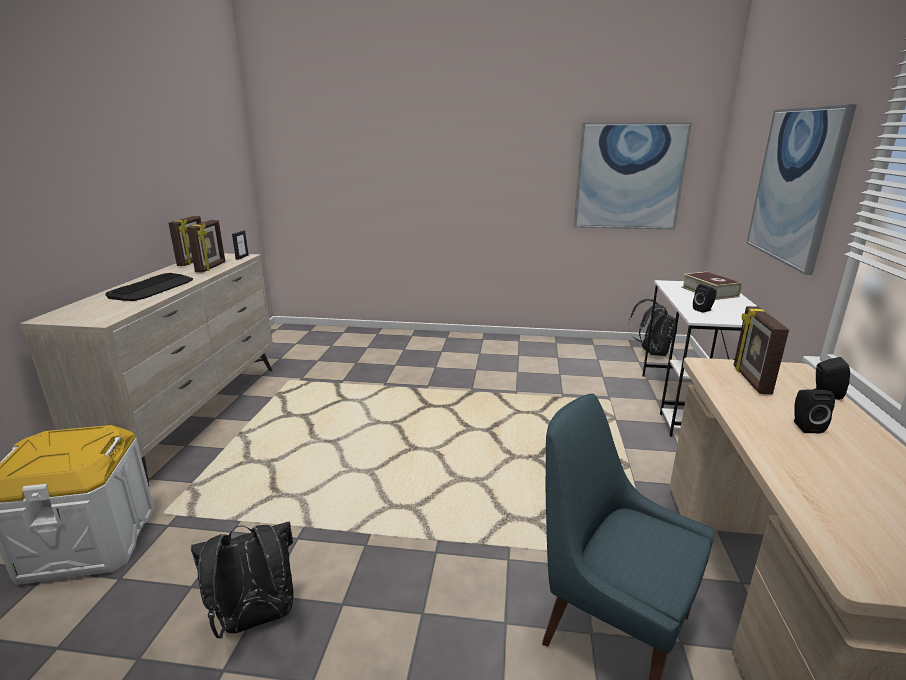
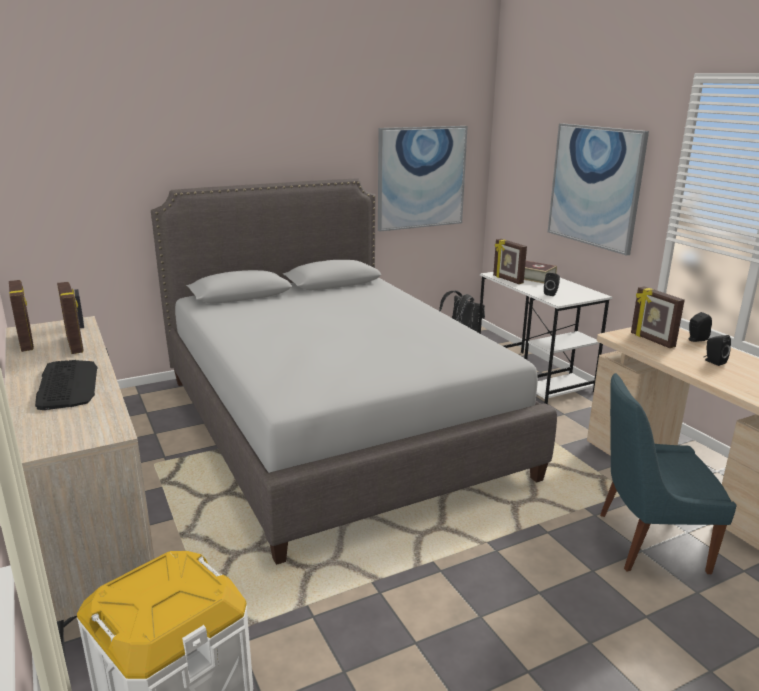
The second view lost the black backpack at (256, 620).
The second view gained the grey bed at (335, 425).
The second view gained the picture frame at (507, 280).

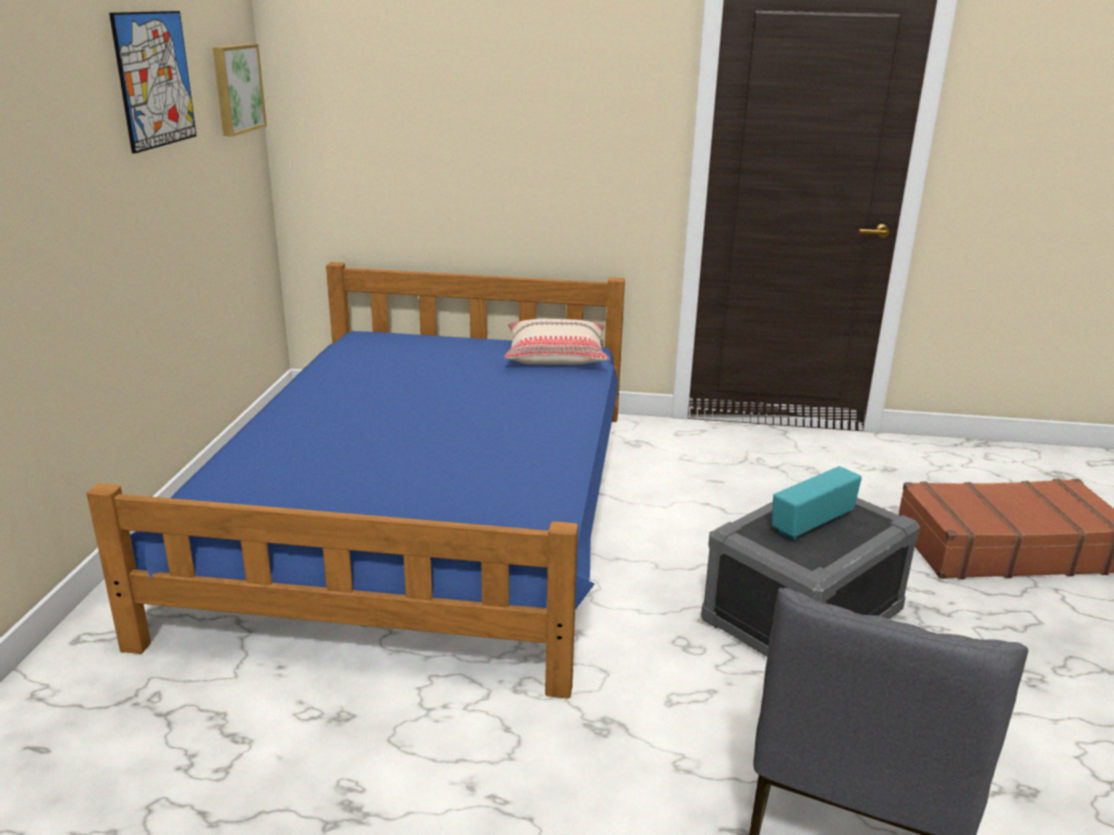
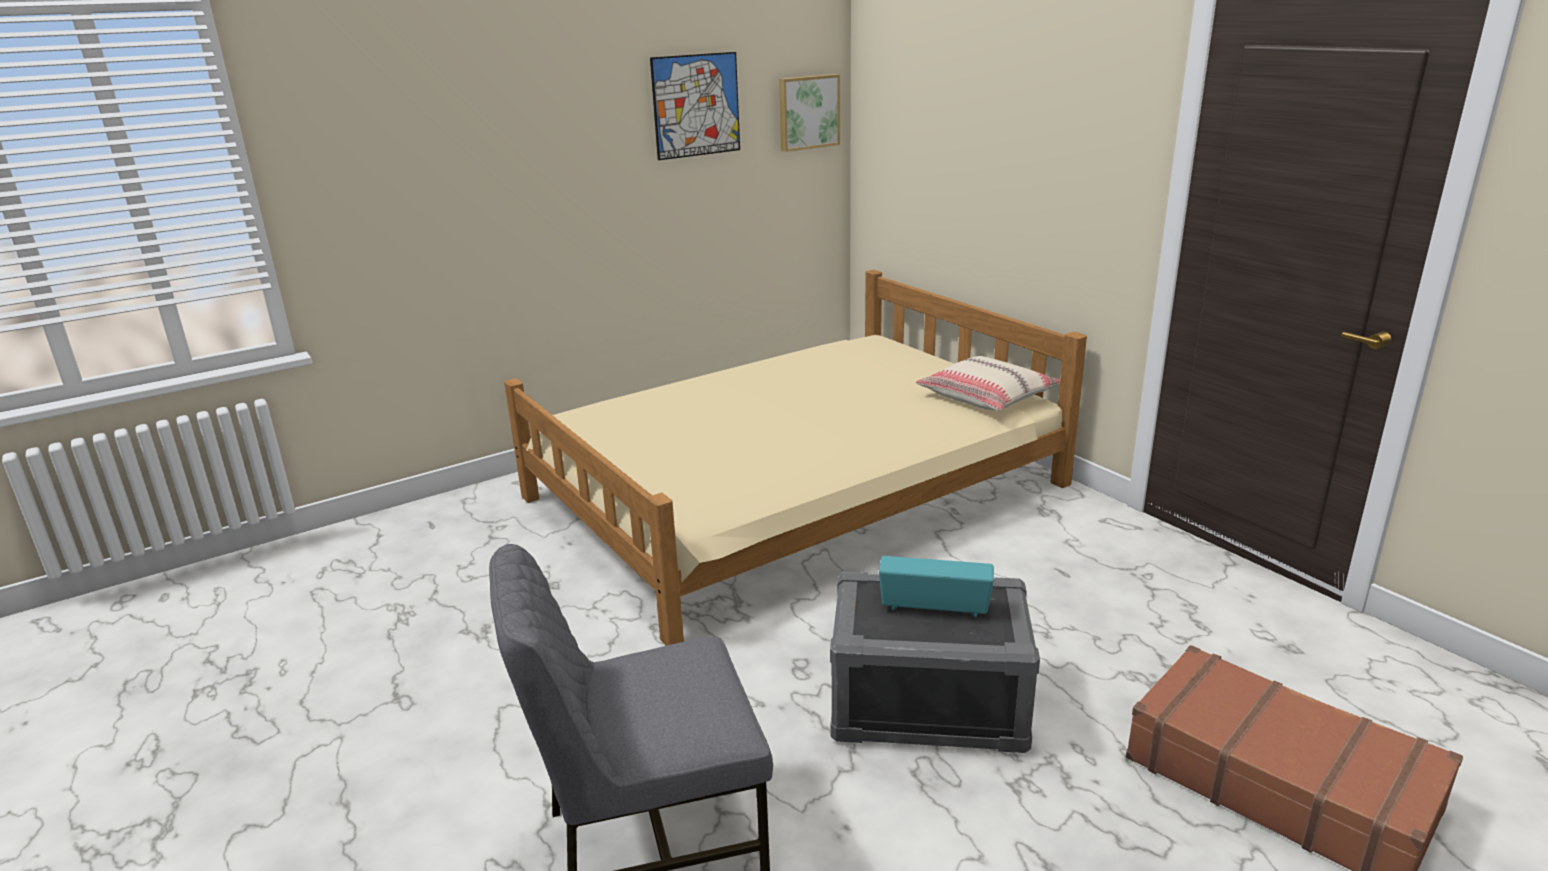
What was the blue bed at (425, 509) turned into the beige bed at (794, 492).

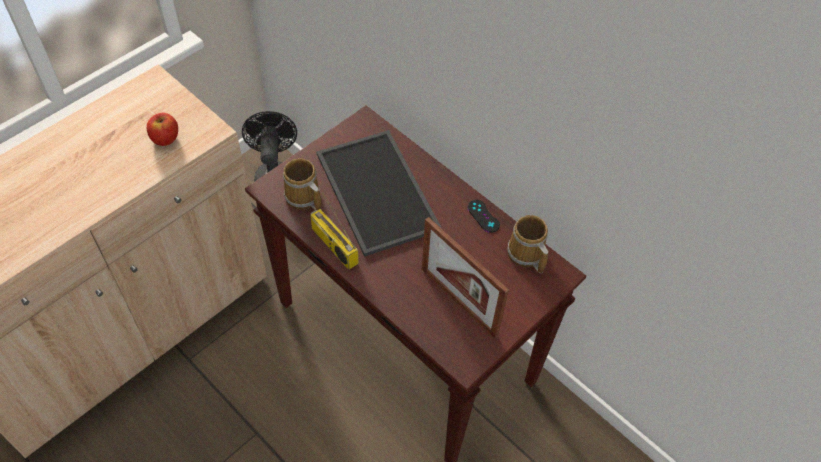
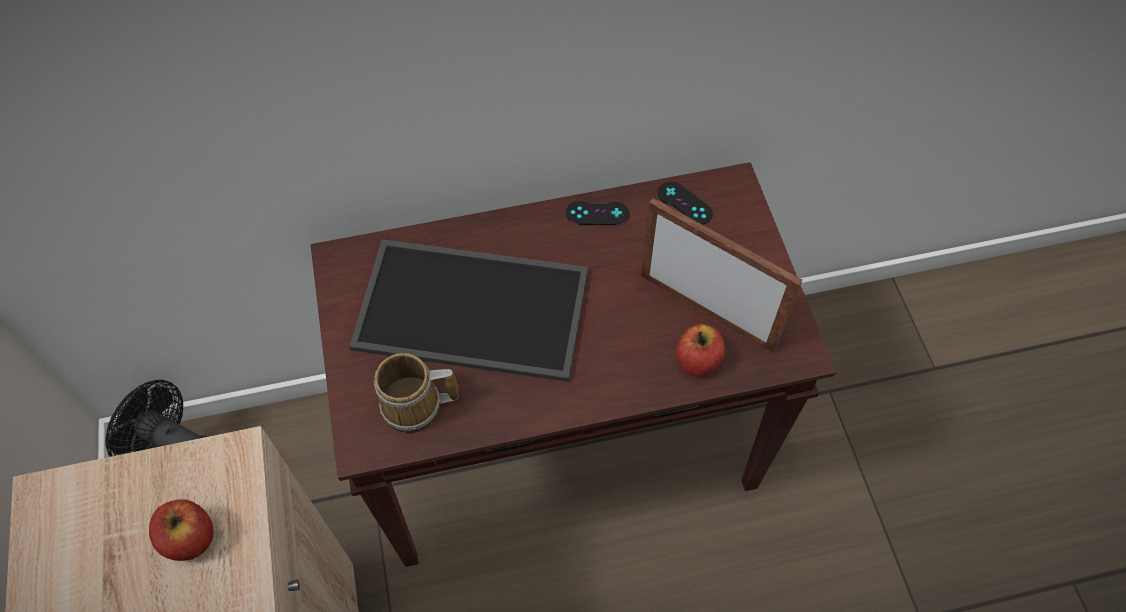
The second view lost the radio at (333, 245).
The second view gained the apple at (698, 360).
Where the mug stood at (525, 255), the black game controller came to stand at (684, 203).
The picture frame at (458, 301) ended up facing another way, 135 degrees counterclockwise from before.

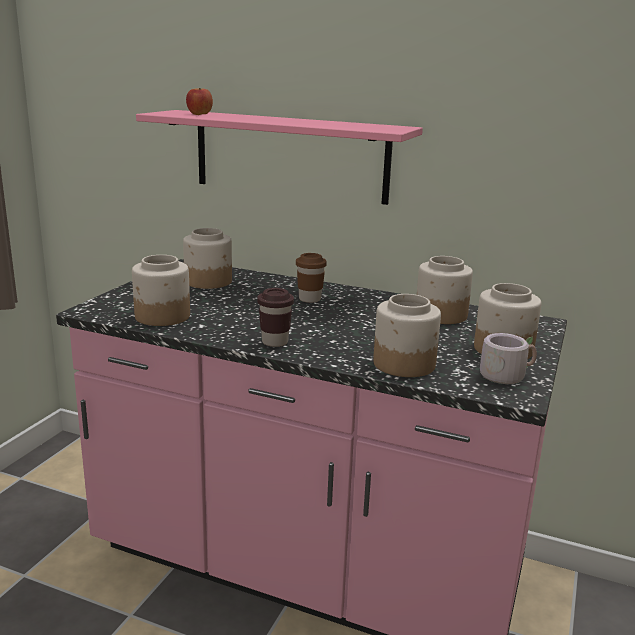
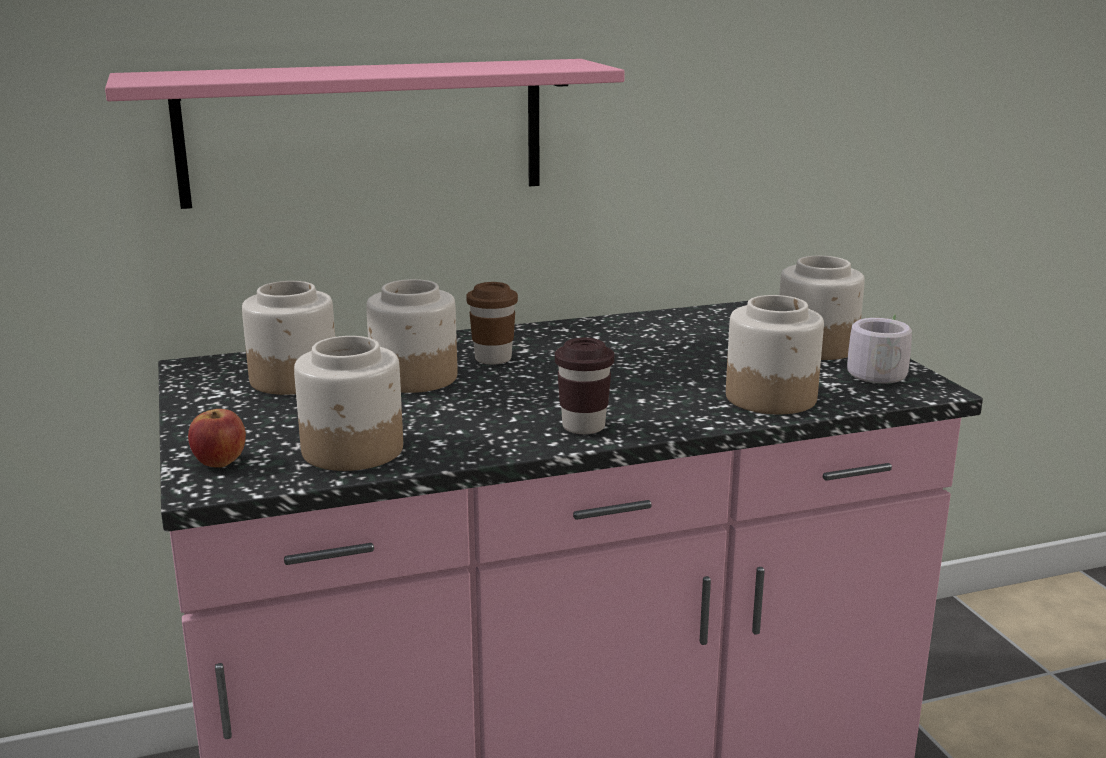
The apple ended up elsewhere, having gone from (199, 114) to (220, 462).
The jar ended up elsewhere, having gone from (440, 315) to (413, 378).

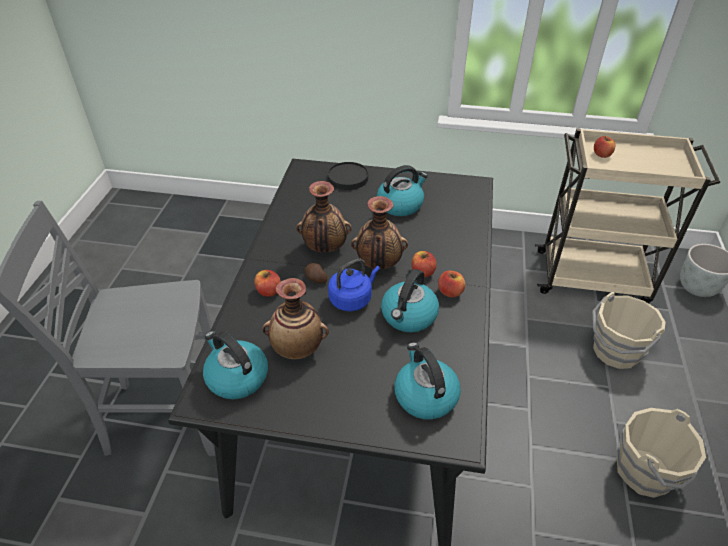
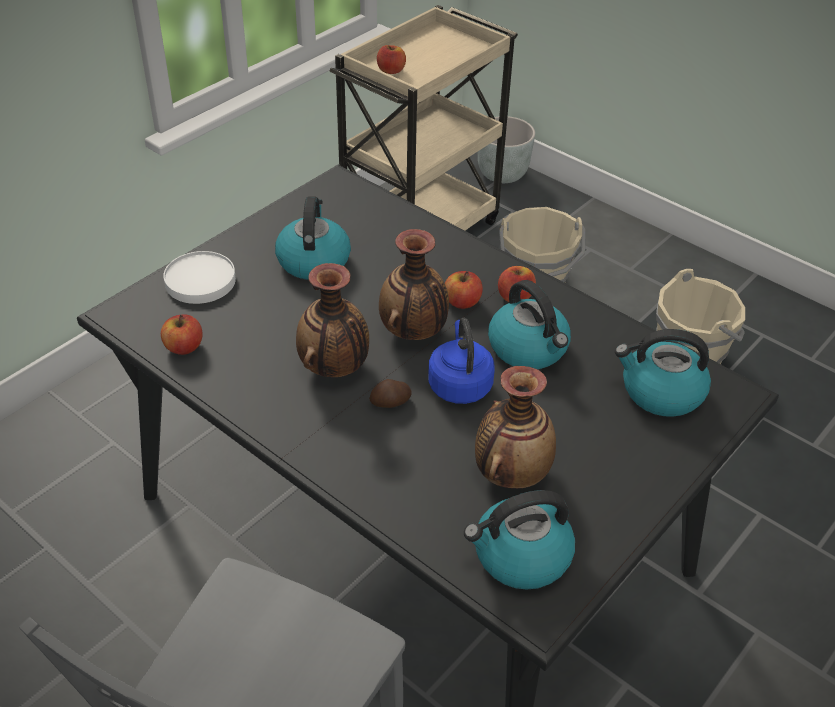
The apple ended up elsewhere, having gone from (268, 291) to (184, 347).
What was the black plate at (347, 178) turned into the white plate at (200, 281).

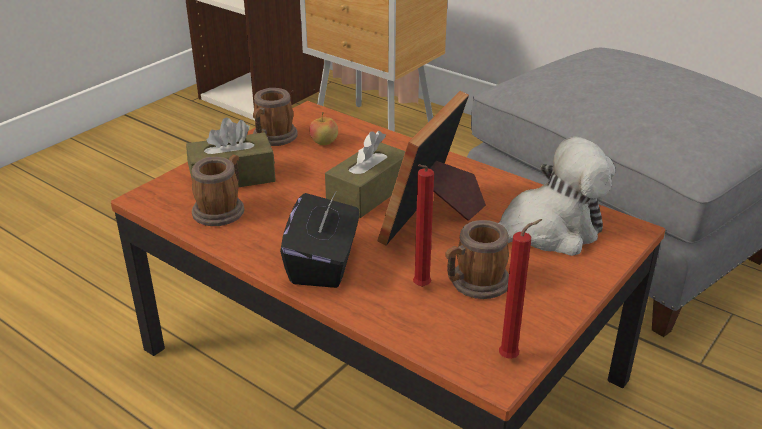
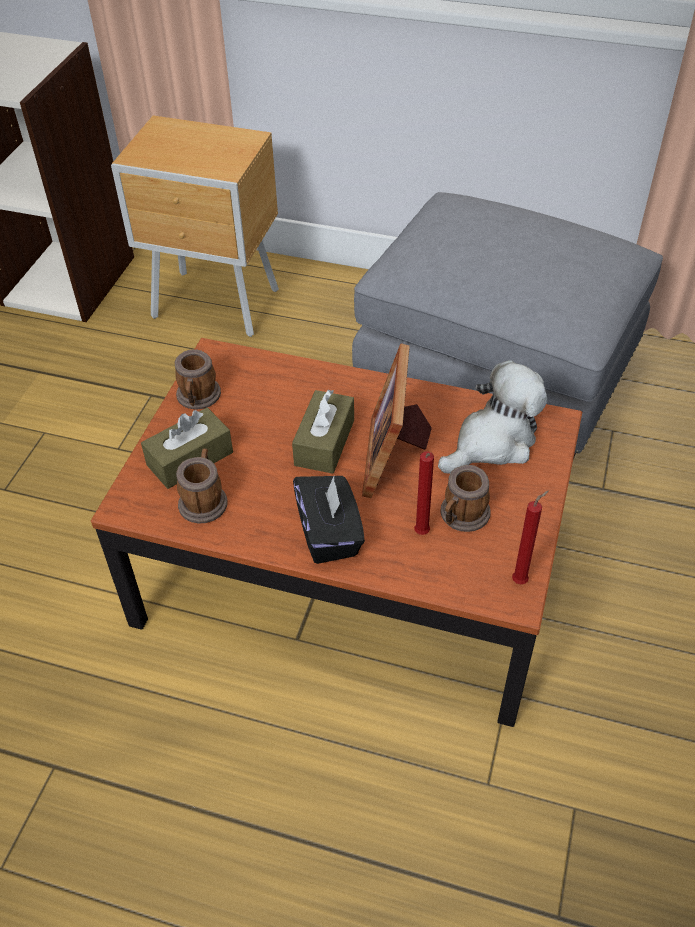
The second view lost the apple at (324, 142).

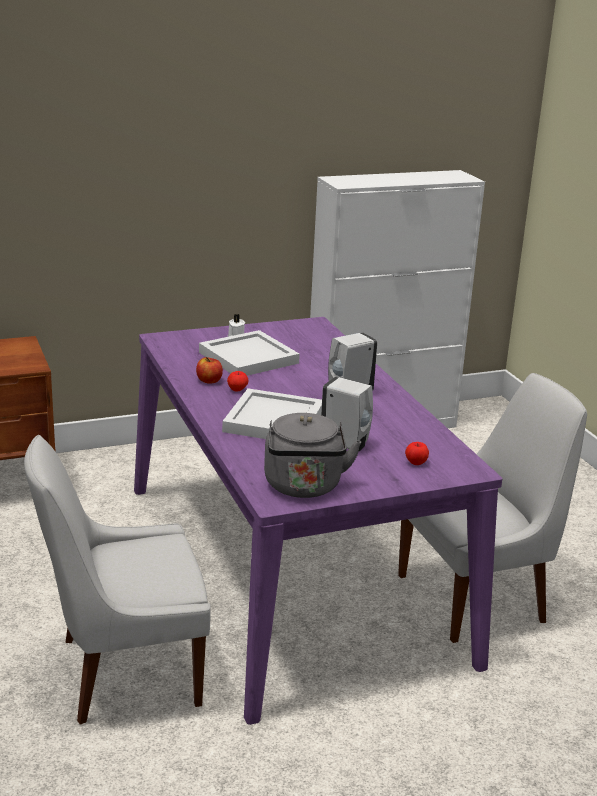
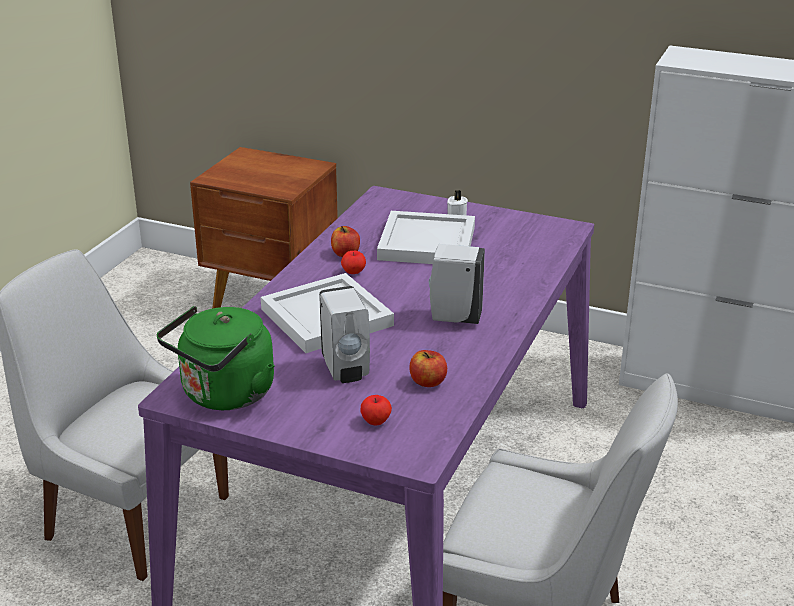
The second view gained the apple at (428, 382).
What was the grey kettle at (304, 487) turned into the green kettle at (224, 395).

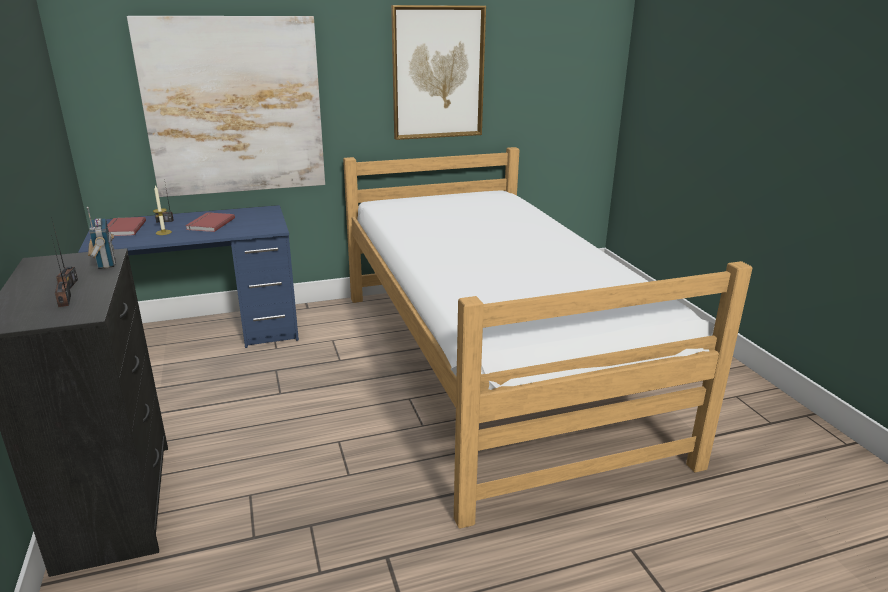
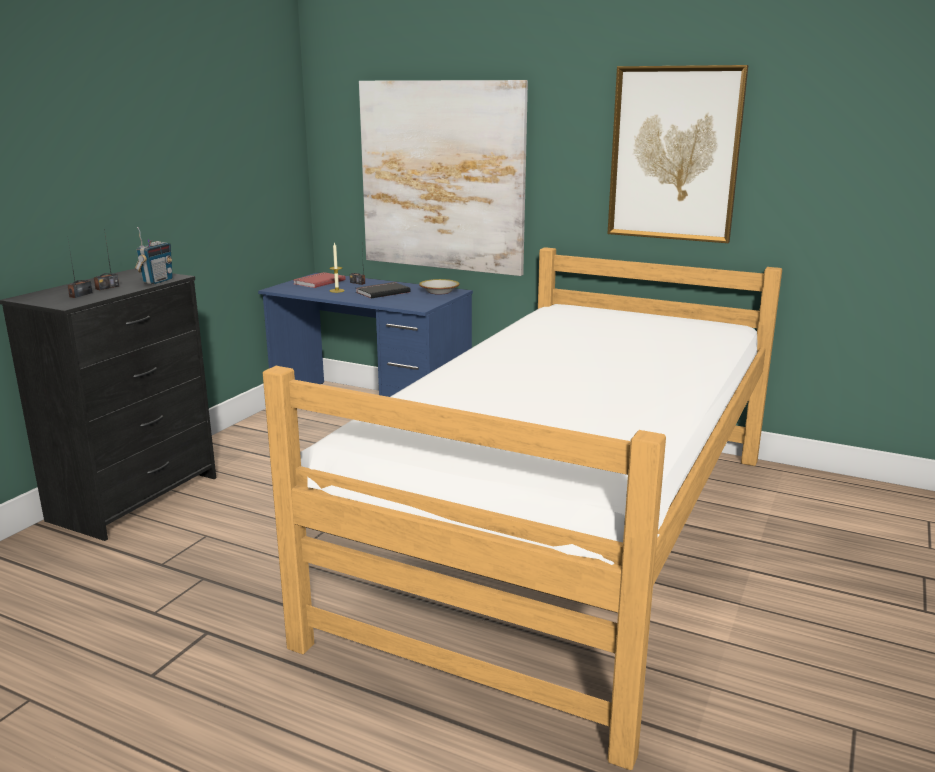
The second view gained the bowl at (439, 292).
What was the red book at (209, 224) turned into the black book at (382, 292).

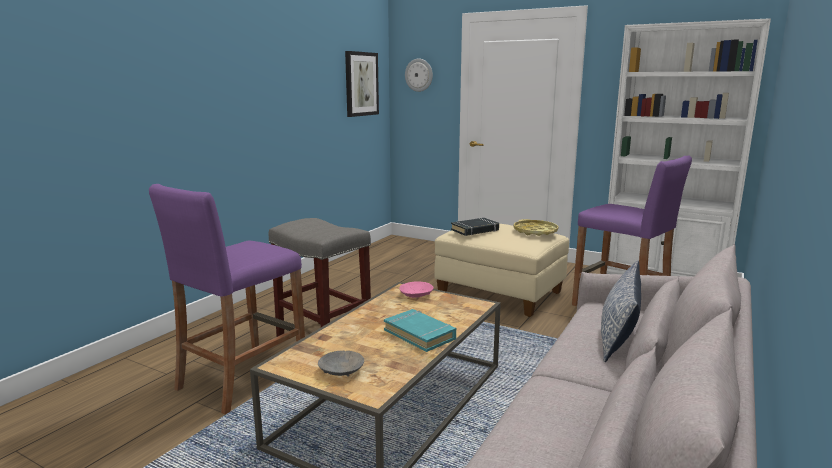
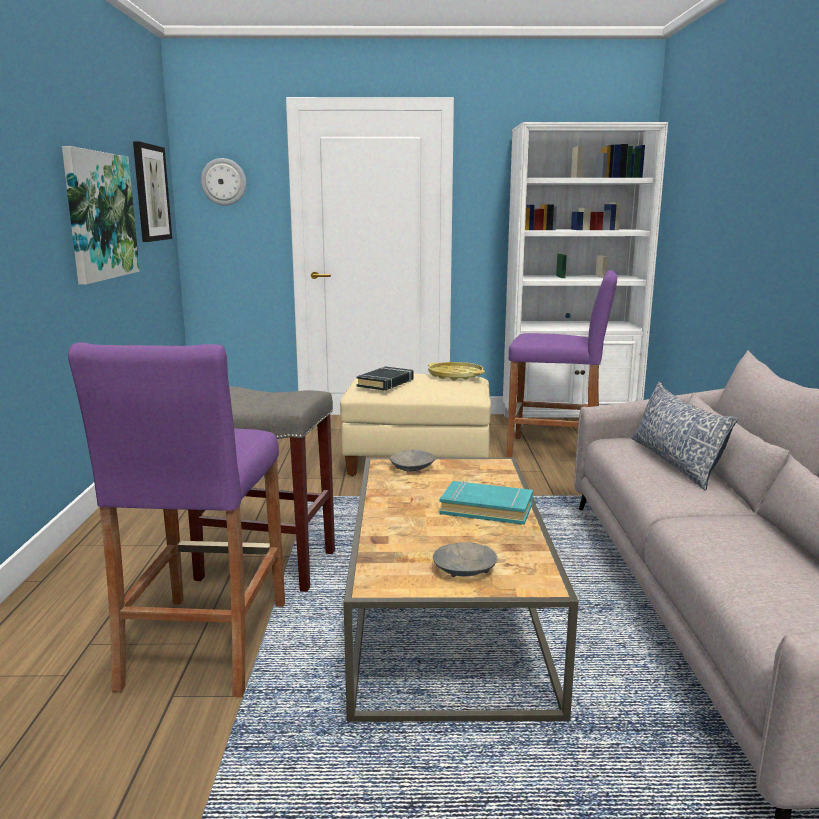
The second view gained the picture at (100, 216).
What was the pink bowl at (416, 295) turned into the grey bowl at (411, 468).

